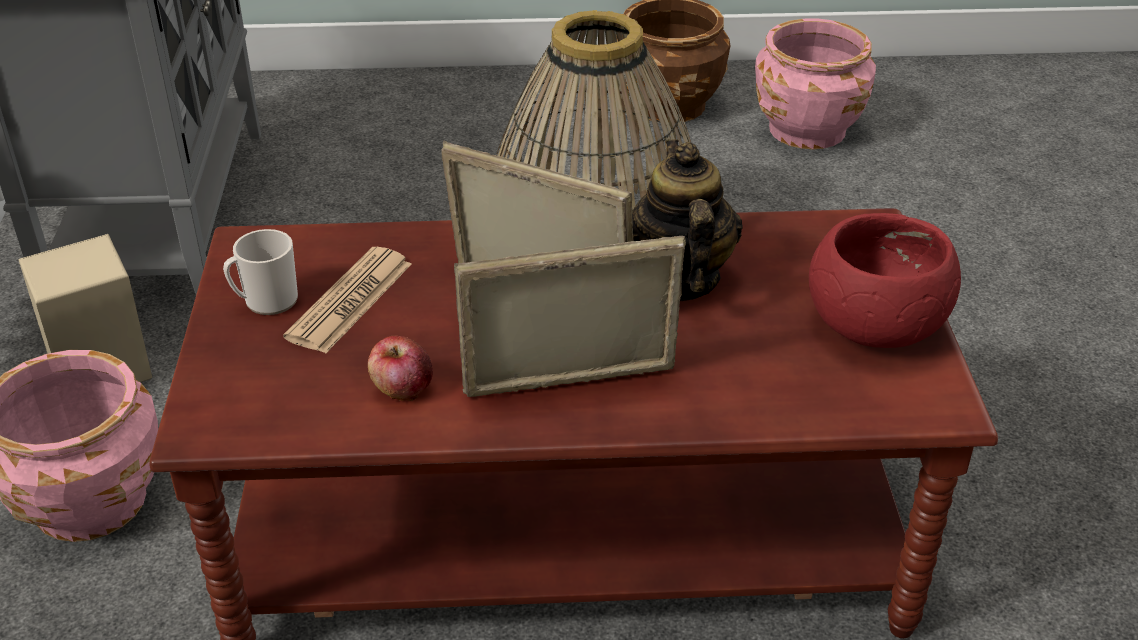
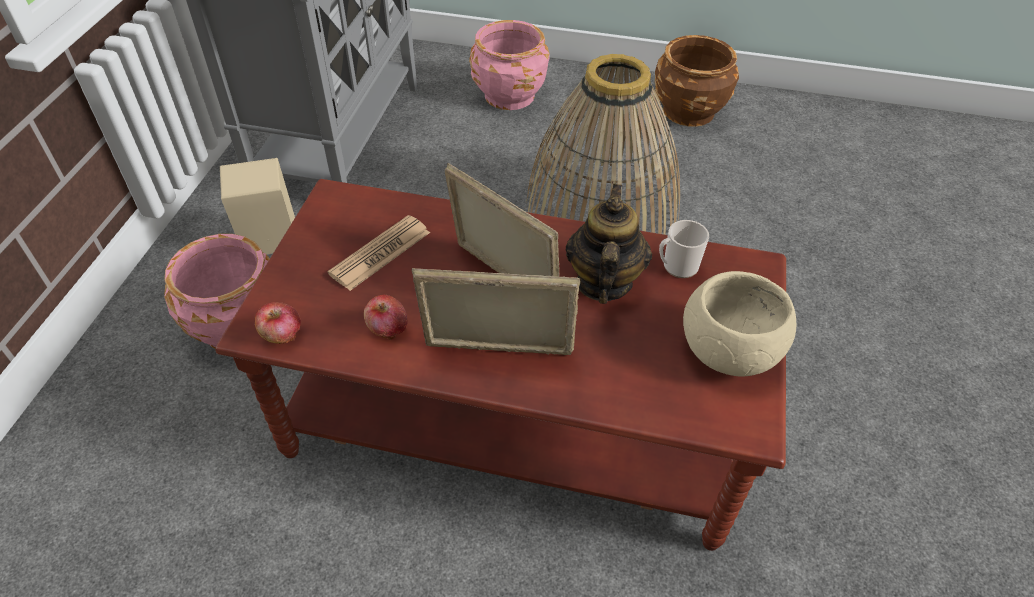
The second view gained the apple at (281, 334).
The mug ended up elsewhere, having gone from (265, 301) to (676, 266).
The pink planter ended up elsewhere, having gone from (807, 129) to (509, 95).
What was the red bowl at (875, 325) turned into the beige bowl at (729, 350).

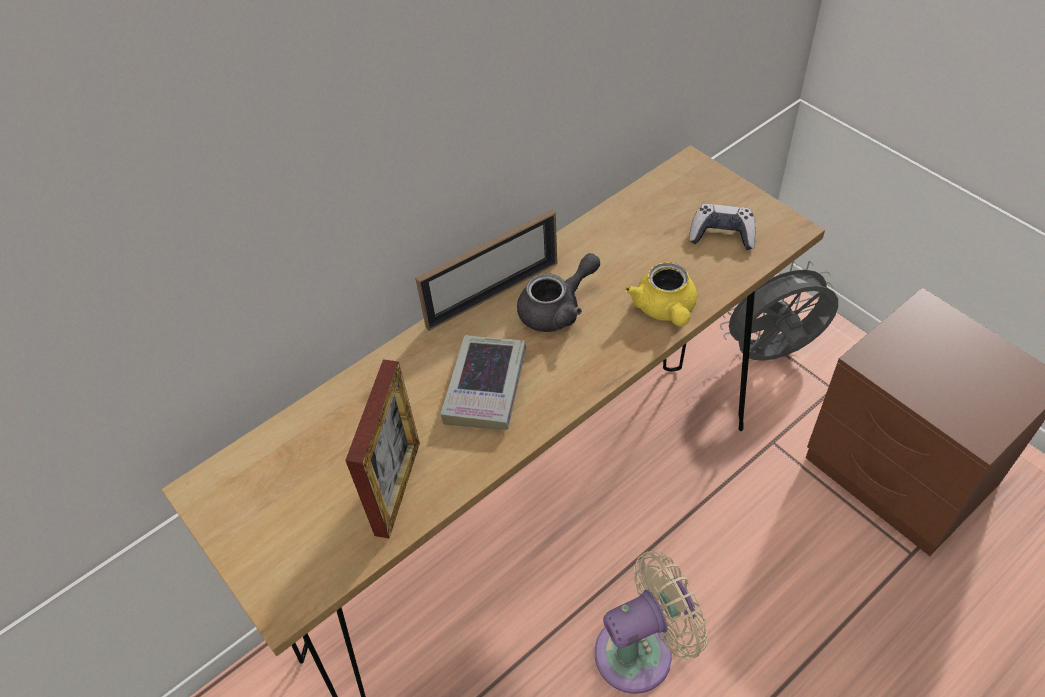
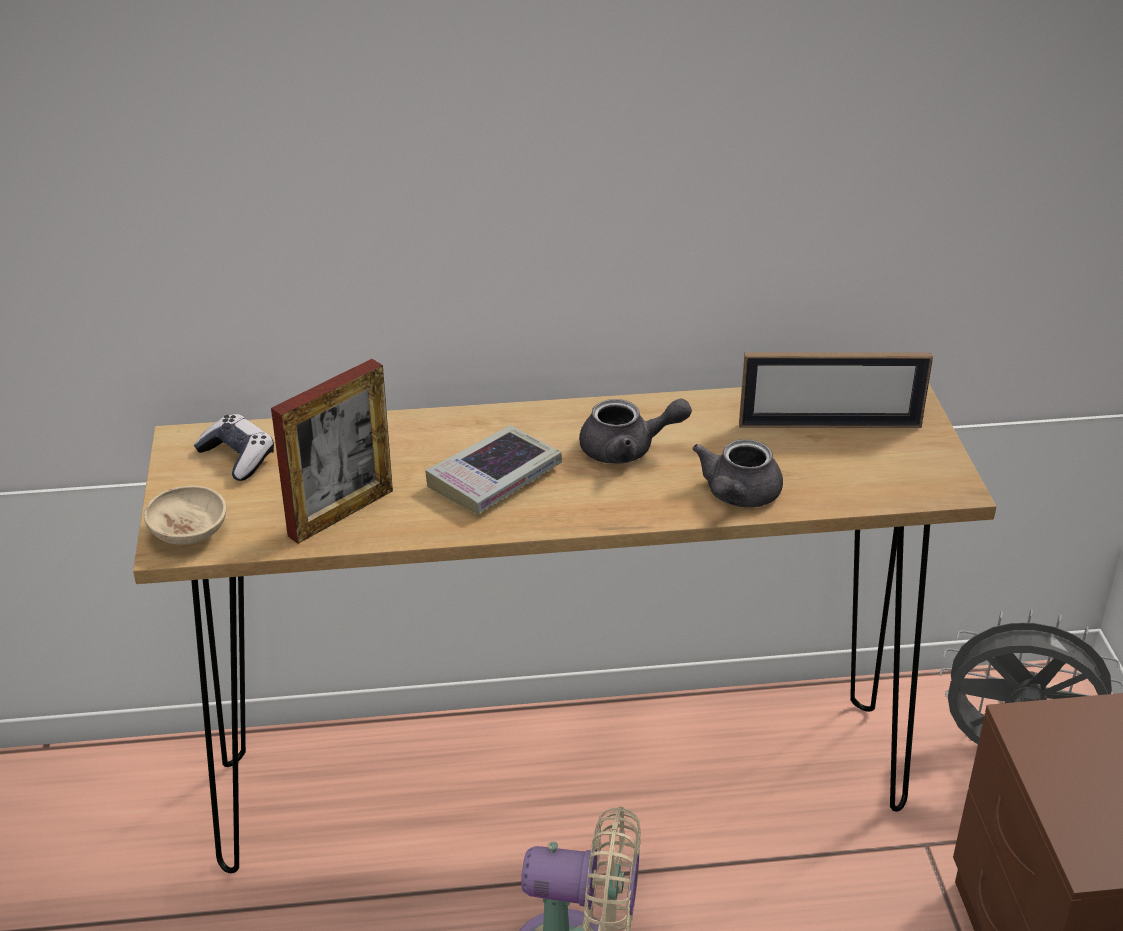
The second view gained the beige bowl at (189, 533).
The picture frame ended up elsewhere, having gone from (492, 294) to (829, 425).
The game controller ended up elsewhere, having gone from (722, 235) to (238, 457).
What was the yellow teapot at (665, 310) turned into the grey teapot at (737, 496).

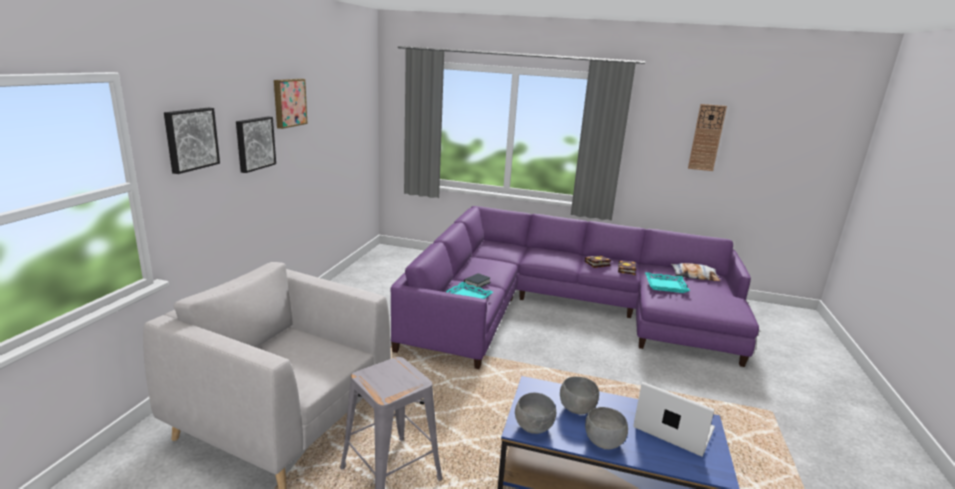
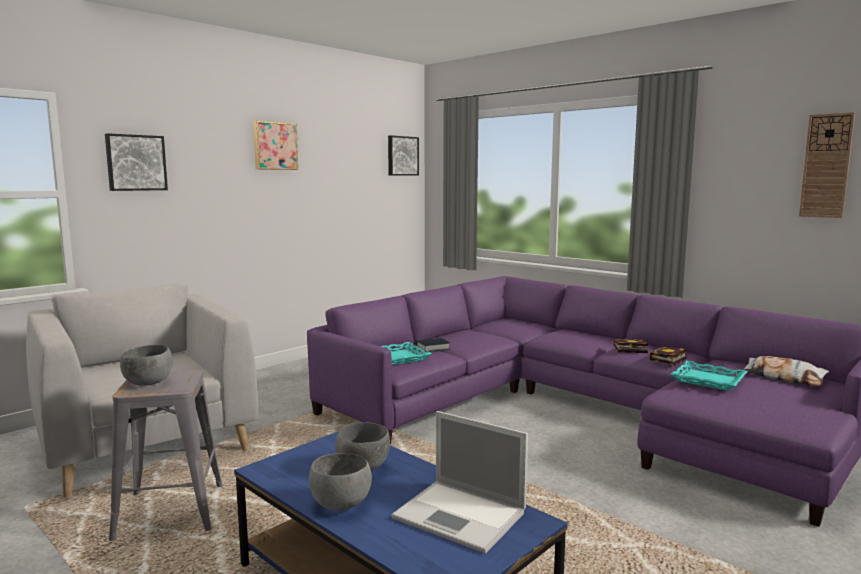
The picture ended up elsewhere, having gone from (254, 143) to (402, 156).
The grey bowl ended up elsewhere, having gone from (534, 427) to (148, 383).
The laptop at (671, 428) ended up facing another way, 150 degrees clockwise from before.

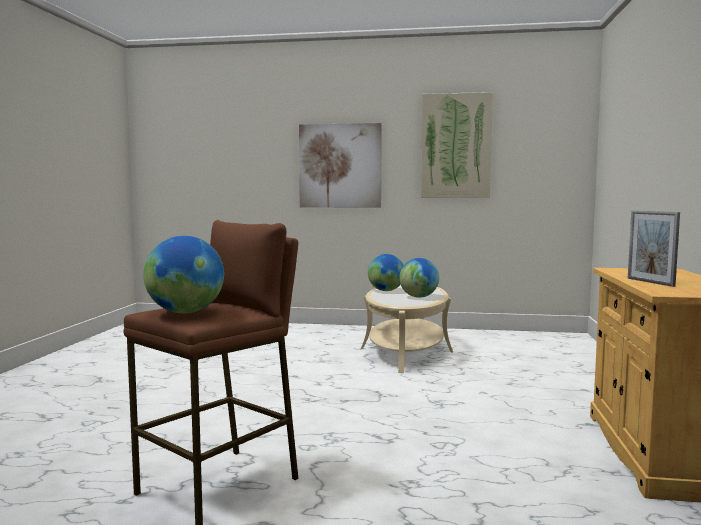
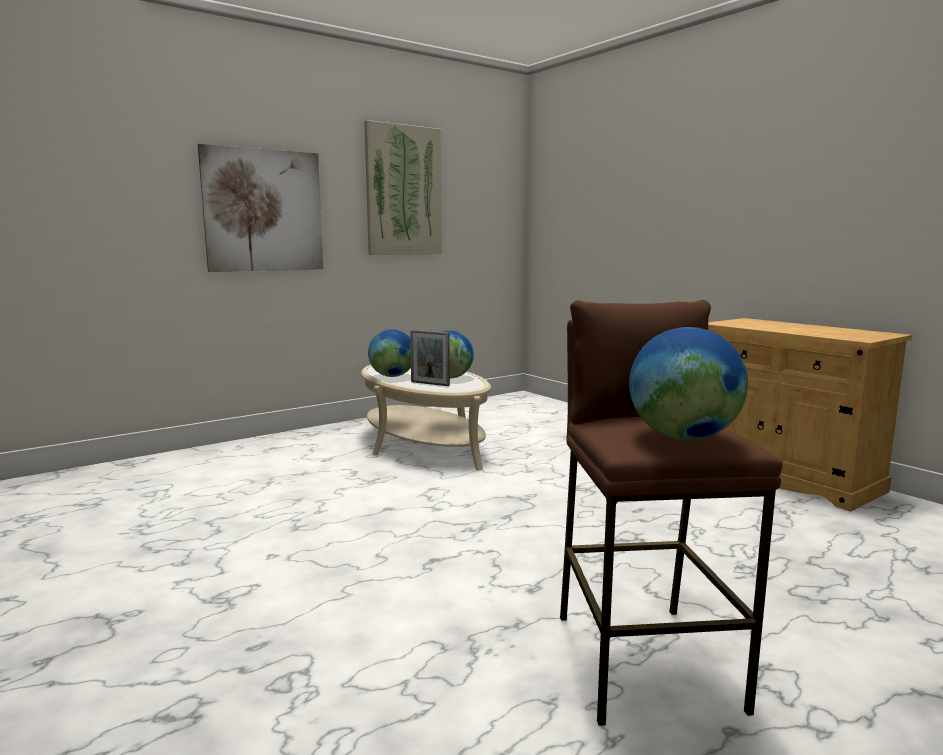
The picture frame ended up elsewhere, having gone from (650, 282) to (430, 384).

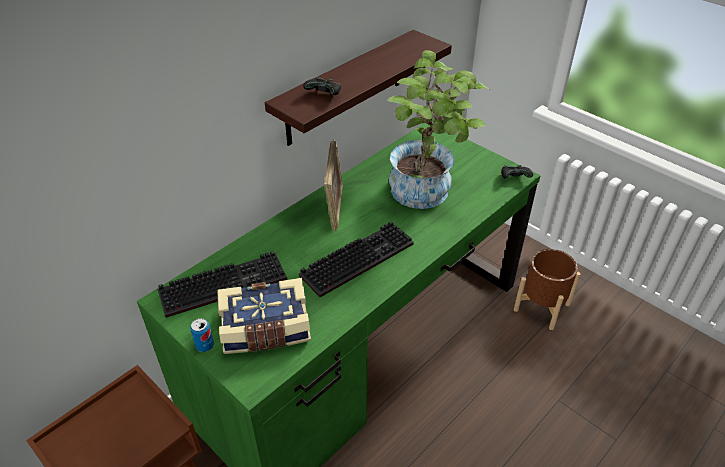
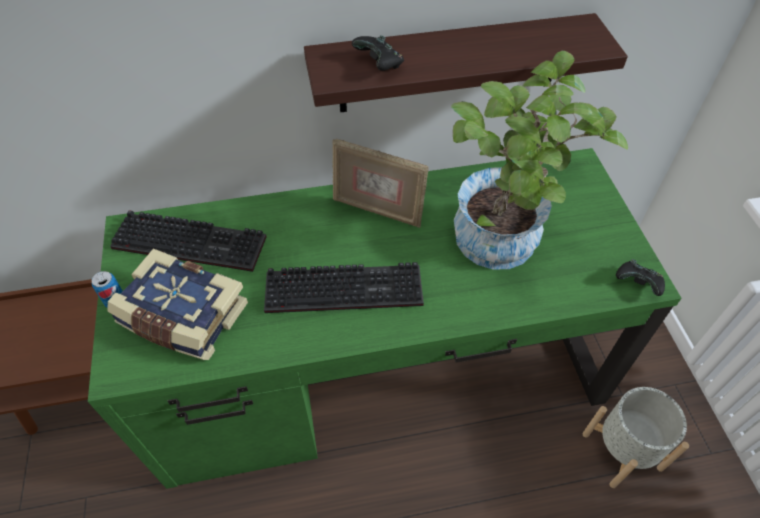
What was the brown planter at (541, 307) turned into the grey planter at (622, 450).
The picture frame at (334, 207) ended up facing another way, 75 degrees clockwise from before.

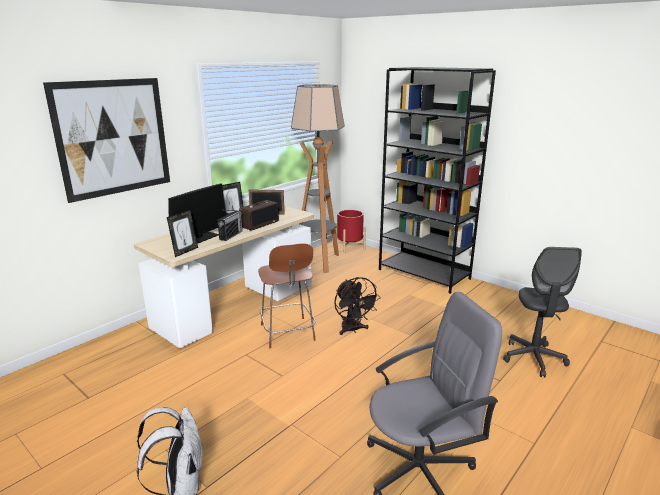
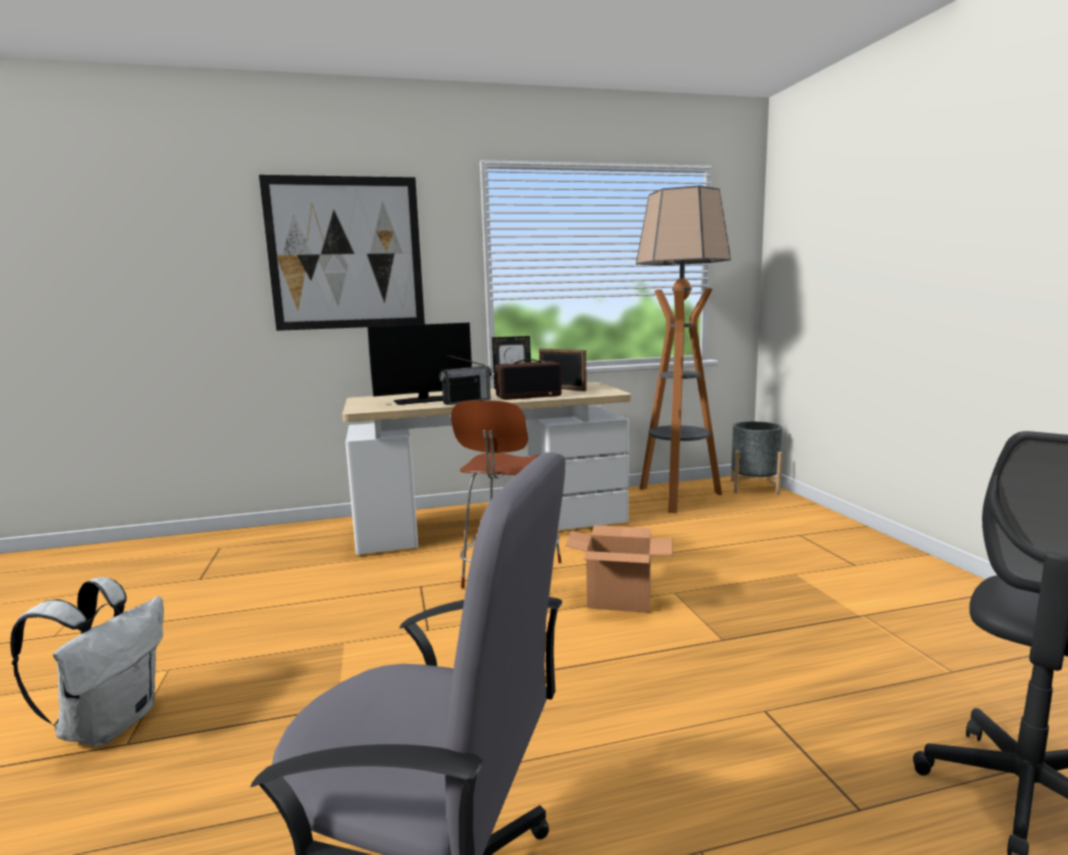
The second view lost the picture frame at (185, 251).
The second view lost the black bookcase at (424, 274).
Where the black fan stood at (353, 330), the cardboard box came to stand at (620, 600).
What was the red planter at (349, 247) turned into the grey planter at (754, 487).

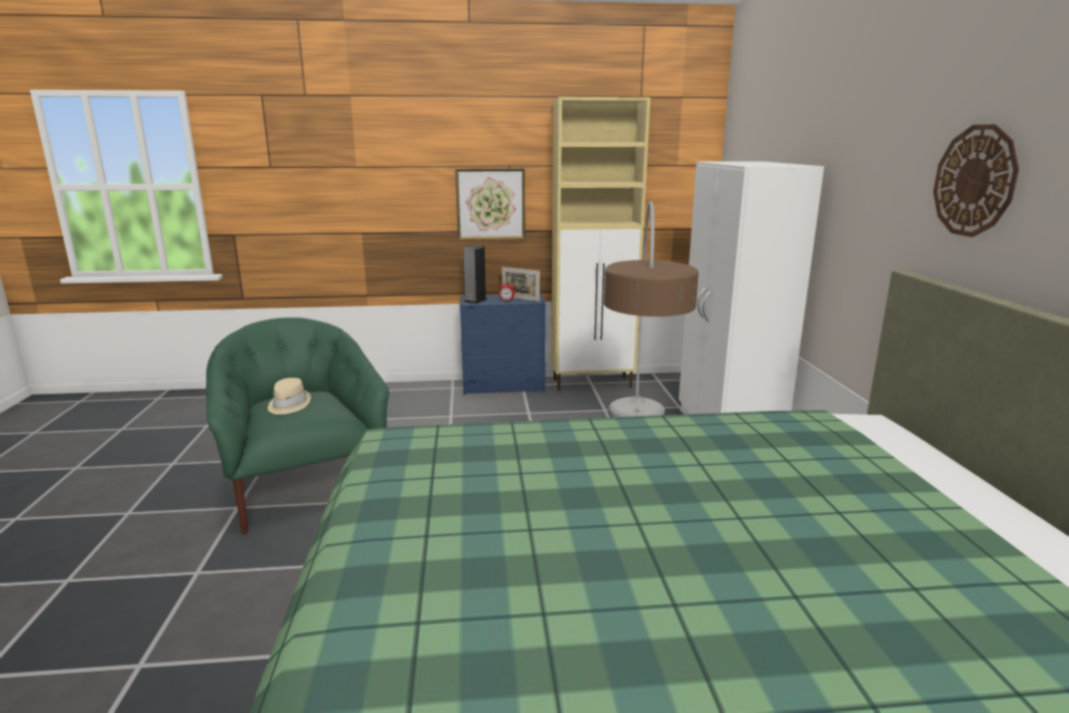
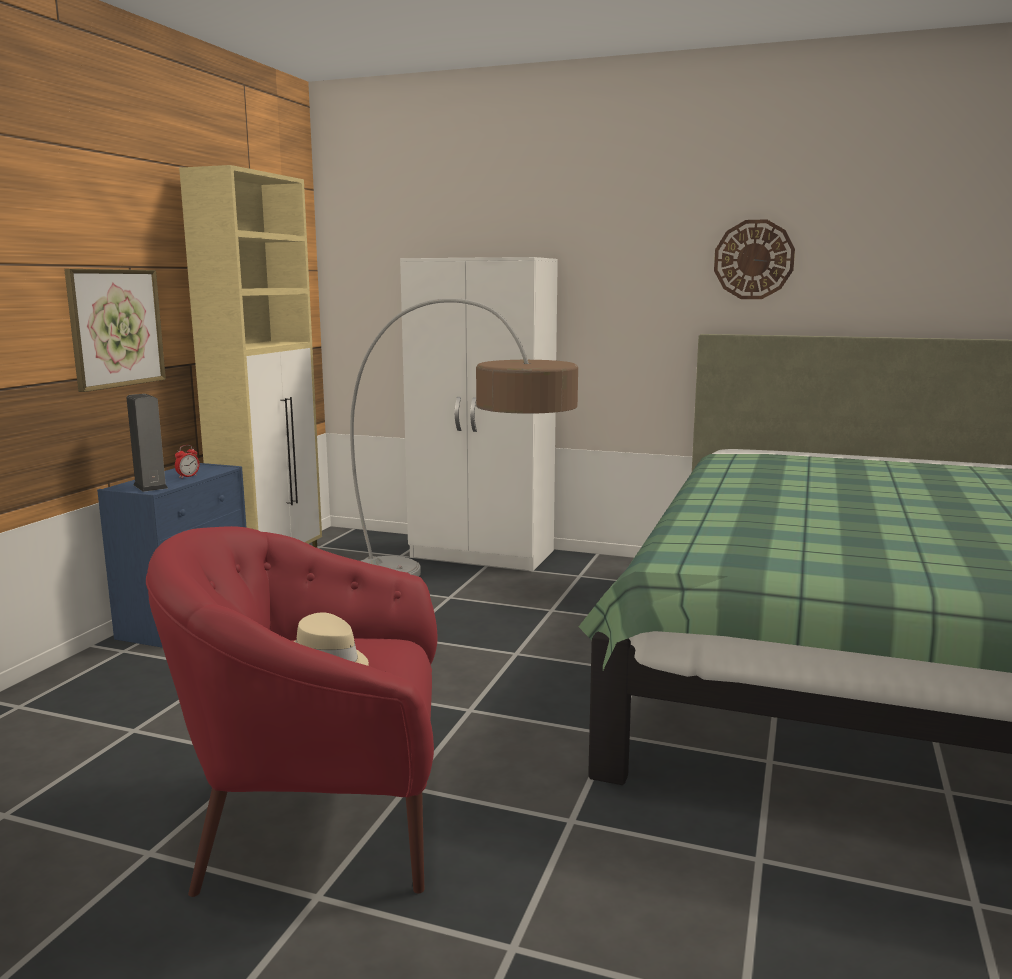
The second view lost the picture frame at (520, 299).
What was the green armchair at (305, 487) turned into the red armchair at (321, 817).

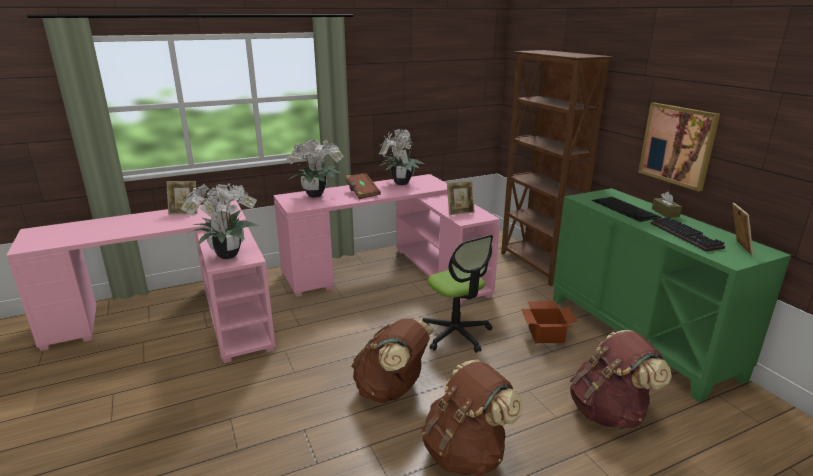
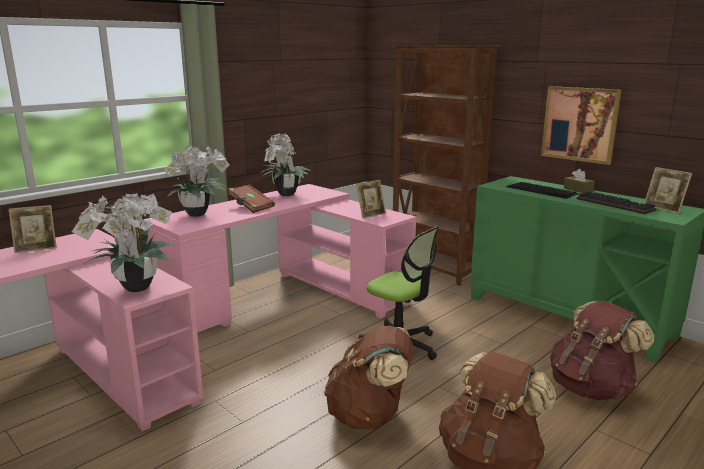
The second view lost the cardboard box at (546, 334).
The picture frame at (737, 247) ended up facing another way, 150 degrees clockwise from before.

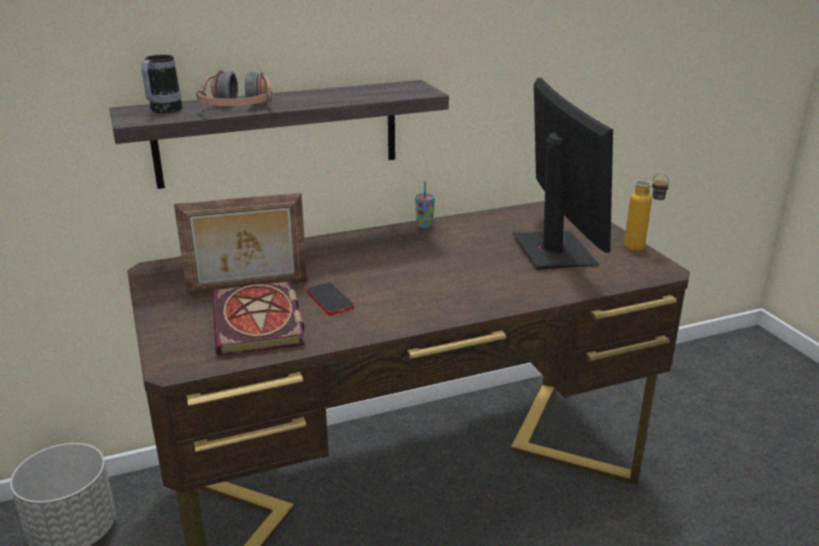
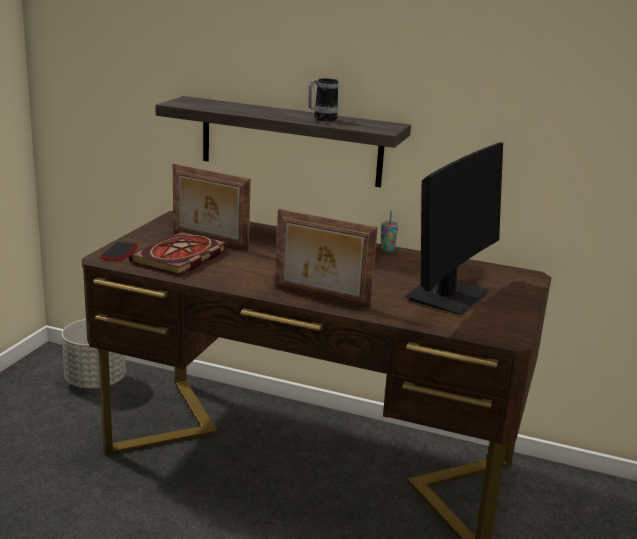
The second view lost the headphones at (237, 109).
The second view lost the bottle at (641, 250).
The second view gained the picture frame at (321, 297).
The mug ended up elsewhere, having gone from (163, 111) to (321, 119).
The phone ended up elsewhere, having gone from (329, 300) to (119, 252).

